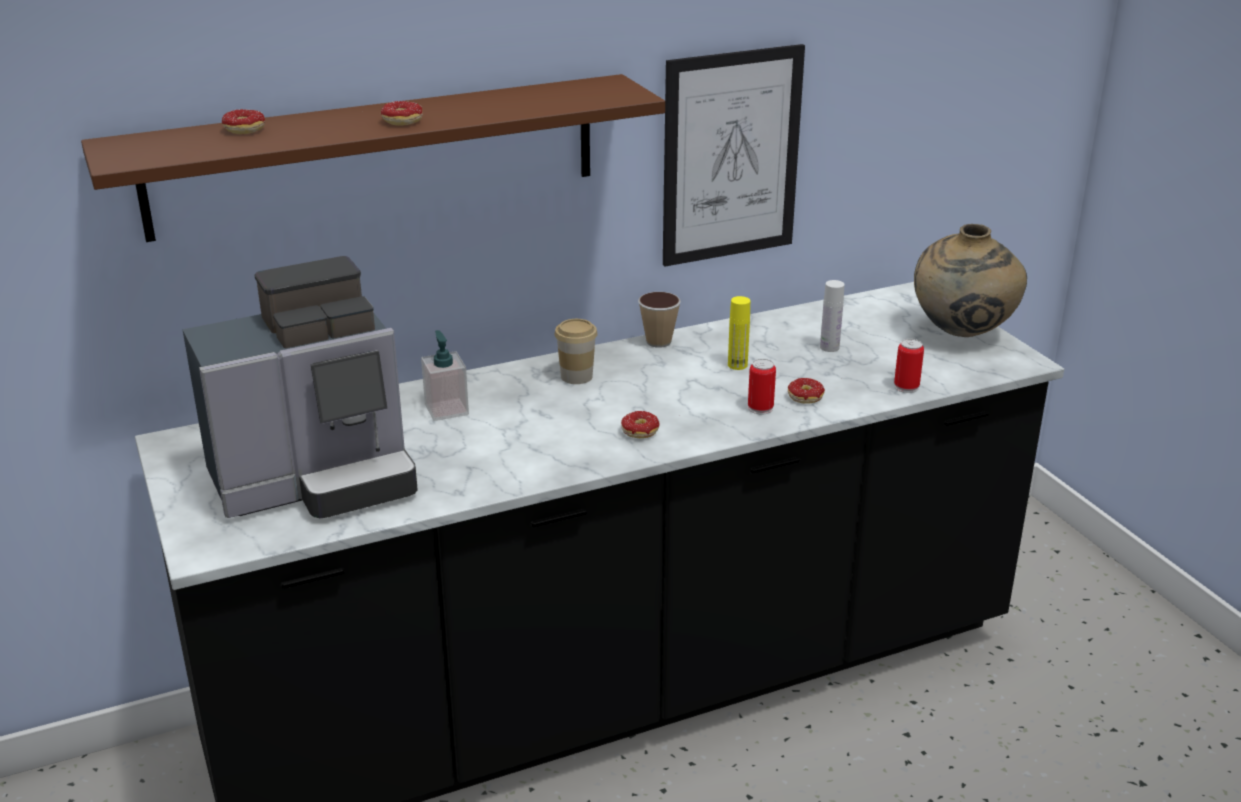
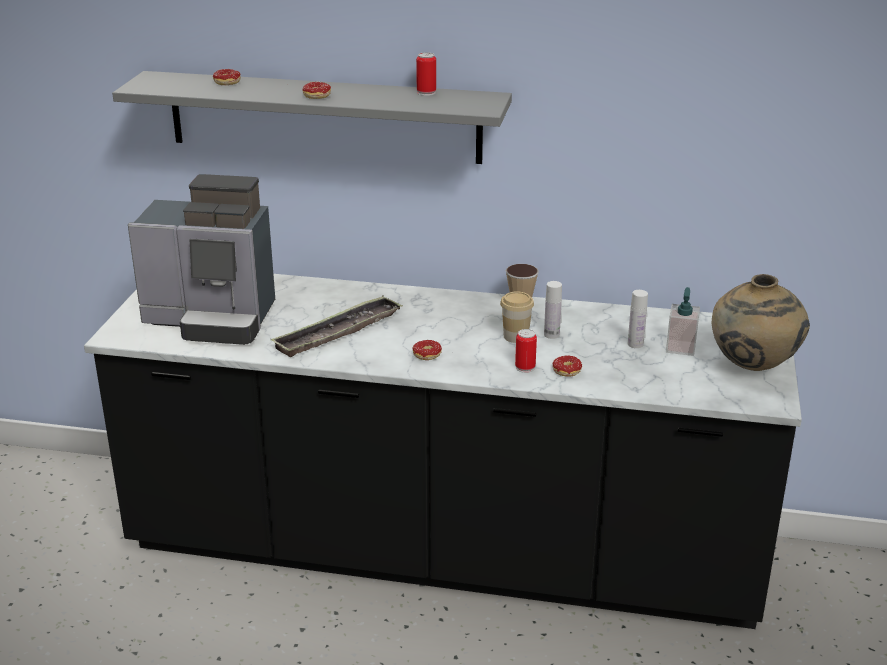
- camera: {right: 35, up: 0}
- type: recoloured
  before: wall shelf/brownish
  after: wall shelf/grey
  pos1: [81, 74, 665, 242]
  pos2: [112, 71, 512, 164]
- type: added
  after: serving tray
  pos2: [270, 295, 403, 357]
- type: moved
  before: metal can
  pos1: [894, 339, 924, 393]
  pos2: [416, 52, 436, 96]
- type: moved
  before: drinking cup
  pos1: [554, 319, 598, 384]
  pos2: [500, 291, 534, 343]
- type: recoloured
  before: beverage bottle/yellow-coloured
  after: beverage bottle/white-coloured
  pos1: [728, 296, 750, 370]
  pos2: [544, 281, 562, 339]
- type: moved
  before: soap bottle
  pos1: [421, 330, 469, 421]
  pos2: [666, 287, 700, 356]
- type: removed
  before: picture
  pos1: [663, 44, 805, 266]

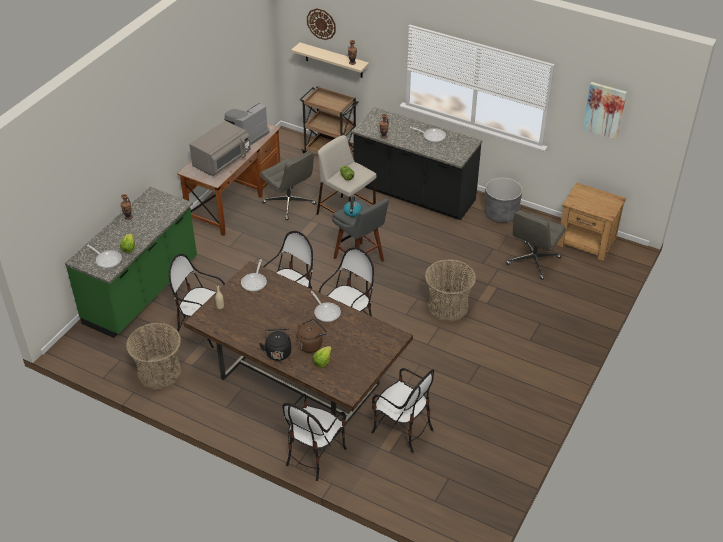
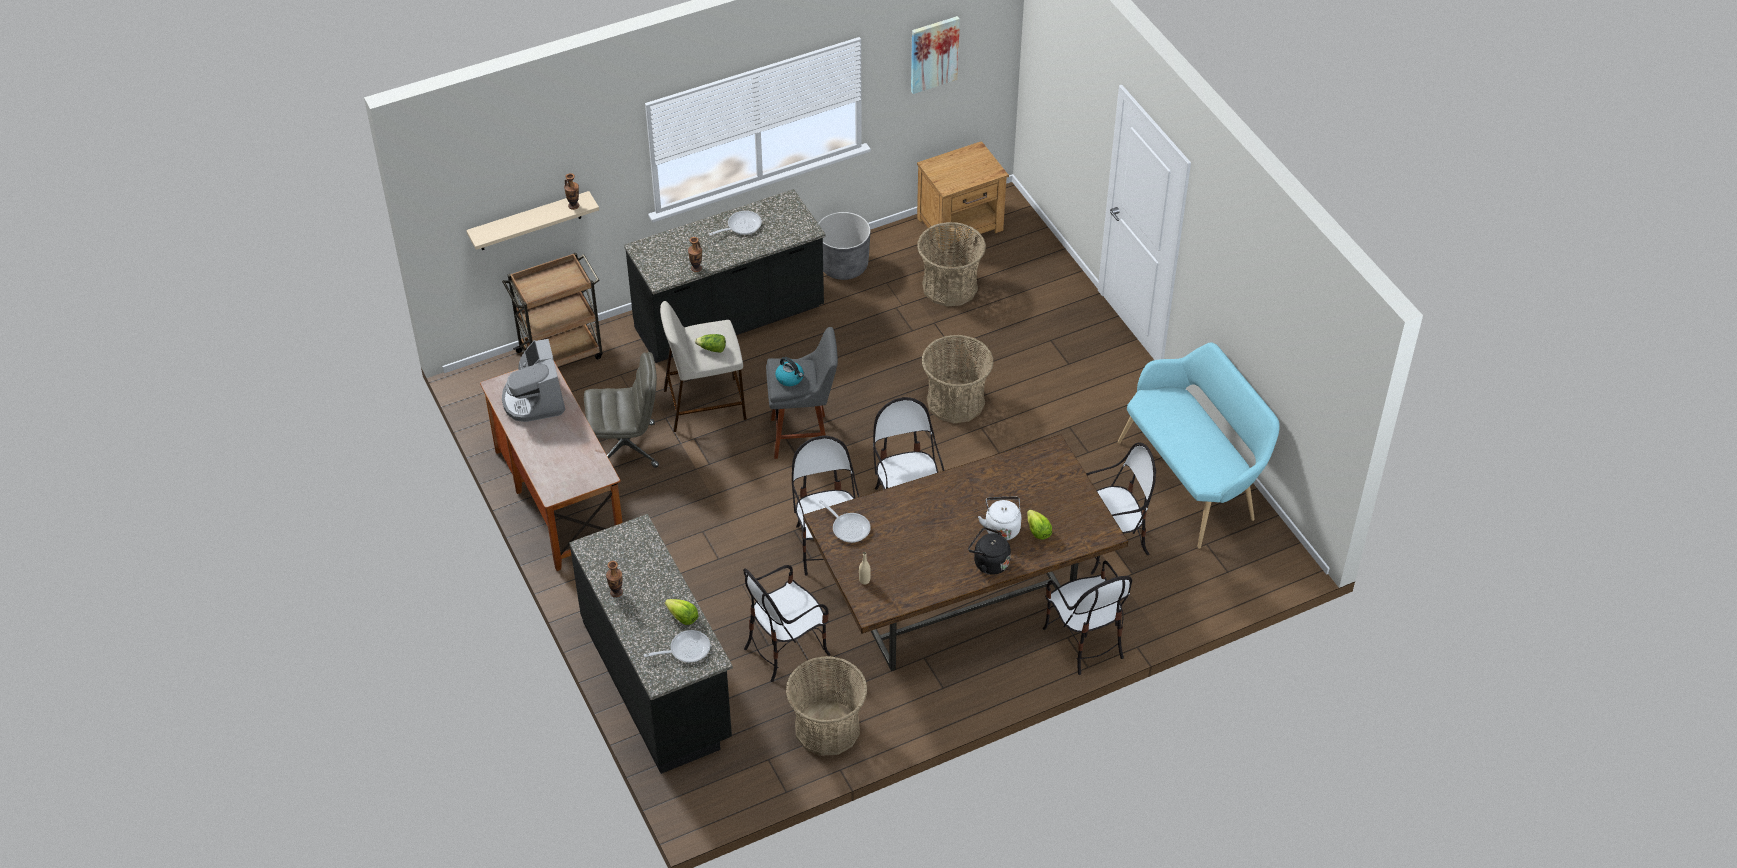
- camera: {right: -55, up: 5}
- type: recoloured
  before: kitchen counter/green
  after: kitchen counter/black-coloured
  pos1: [65, 187, 197, 338]
  pos2: [569, 514, 733, 774]
- type: replaced
  before: office chair/grey
  after: basket
  pos1: [506, 210, 566, 280]
  pos2: [917, 222, 986, 307]
- type: recoloured
  before: tea kettle/brownish
  after: tea kettle/white-coloured
  pos1: [297, 319, 327, 353]
  pos2: [978, 497, 1021, 540]
- type: added
  after: long seat/turquoise-coloured
  pos2: [1118, 342, 1280, 549]
- type: removed
  before: kitchen microwave/grey
  pos1: [189, 121, 251, 176]
- type: removed
  before: wall clock
  pos1: [307, 8, 336, 40]
- type: removed
  before: skillet
  pos1: [311, 291, 341, 322]

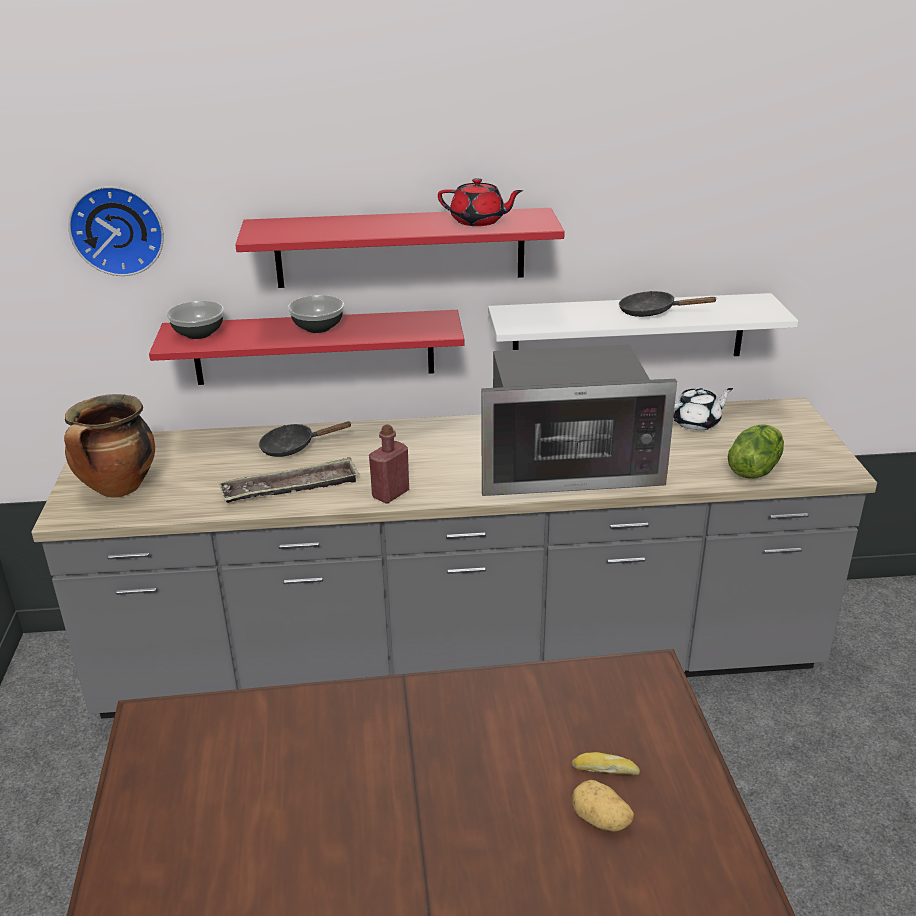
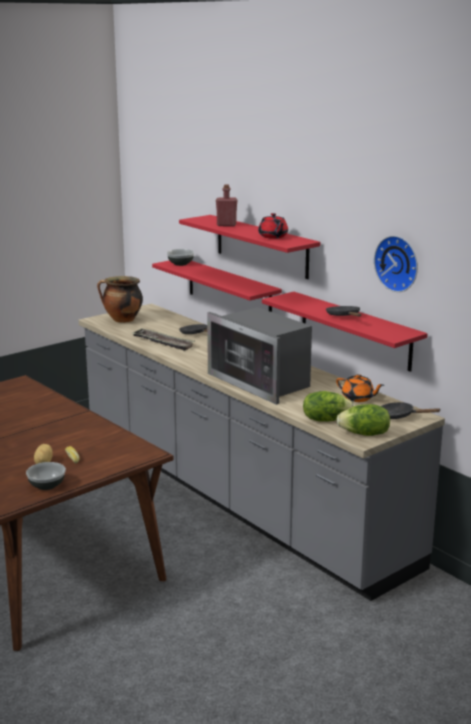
- camera: {right: 55, up: -10}
- type: moved
  before: bowl
  pos1: [288, 295, 344, 333]
  pos2: [26, 462, 66, 490]
- type: moved
  before: beverage bottle/red
  pos1: [369, 424, 409, 504]
  pos2: [216, 184, 237, 227]
- type: recoloured
  before: wall shelf/white-coloured
  after: wall shelf/red
  pos1: [488, 293, 798, 356]
  pos2: [262, 292, 428, 372]
- type: recoloured
  before: teapot/white-coloured
  after: teapot/orange-coloured
  pos1: [673, 388, 733, 431]
  pos2: [336, 374, 384, 402]
- type: added
  after: lettuce head
  pos2: [336, 404, 390, 436]
- type: moved
  before: wall clock
  pos1: [68, 186, 164, 276]
  pos2: [374, 236, 418, 292]
- type: added
  after: skillet/black-coloured
  pos2: [381, 402, 441, 419]

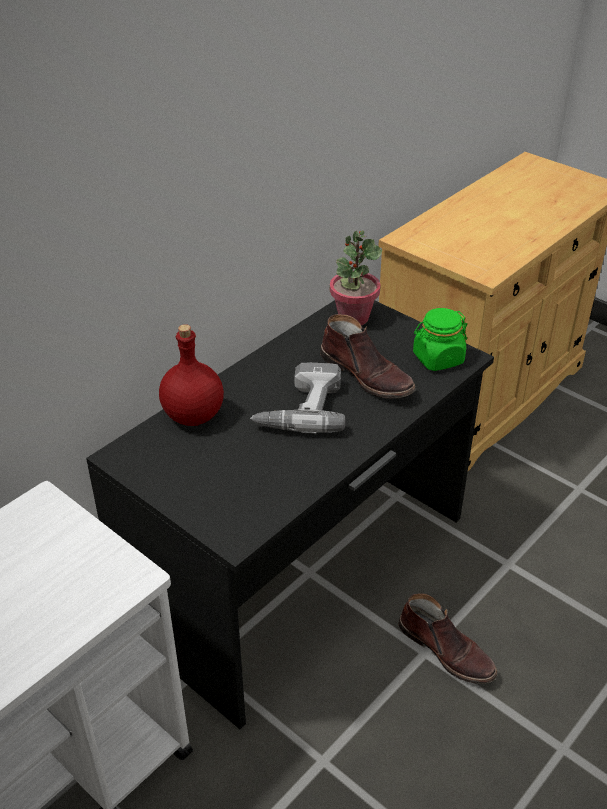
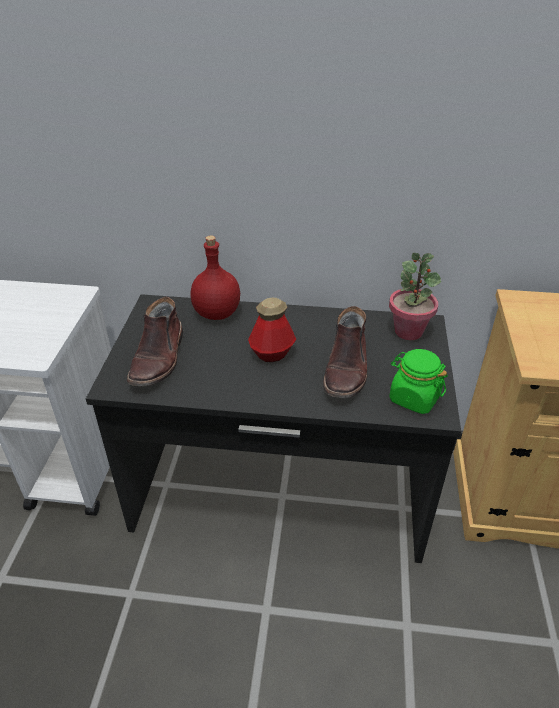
- camera: {right: 55, up: 0}
- type: moved
  before: boot/brownish
  pos1: [398, 593, 498, 684]
  pos2: [127, 297, 183, 387]
- type: replaced
  before: power drill
  after: beverage bottle
  pos1: [250, 363, 346, 434]
  pos2: [248, 298, 297, 362]

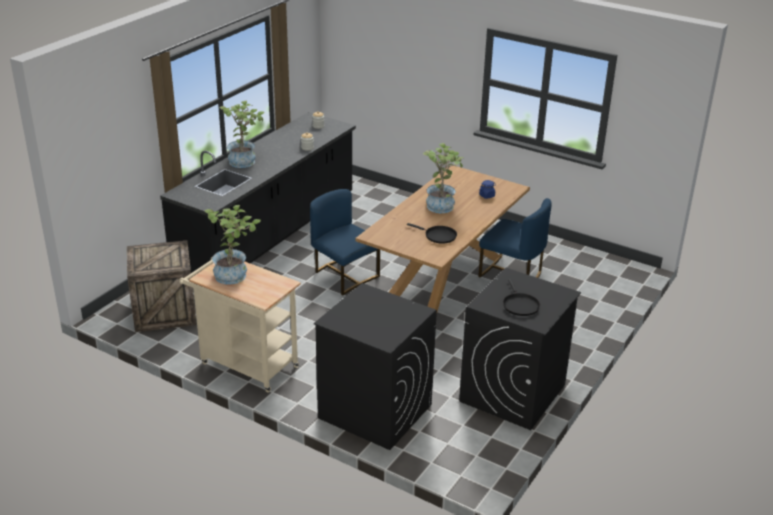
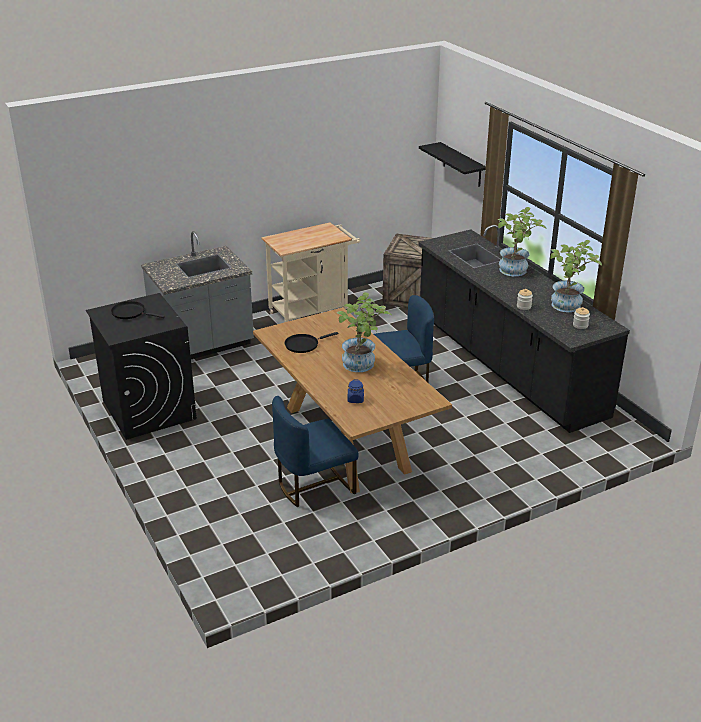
- camera: {right: 120, up: 0}
- type: replaced
  before: laundry machine/black-coloured
  after: kitchen counter/grey
  pos1: [314, 283, 437, 450]
  pos2: [141, 231, 254, 359]
- type: added
  after: wall shelf/black-coloured
  pos2: [419, 142, 486, 187]
- type: moved
  before: houseplant
  pos1: [205, 205, 261, 285]
  pos2: [550, 240, 602, 312]

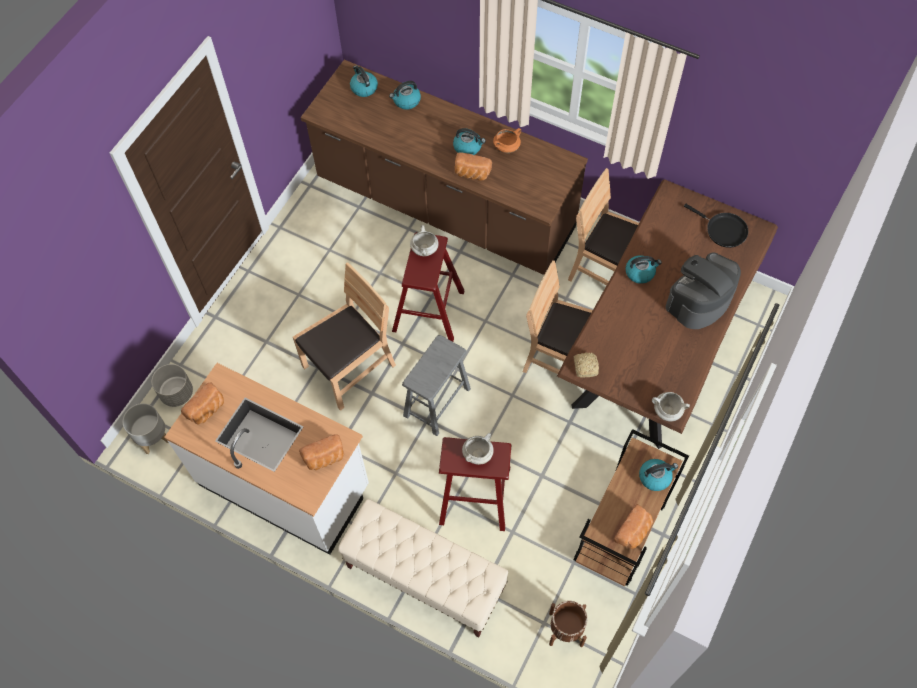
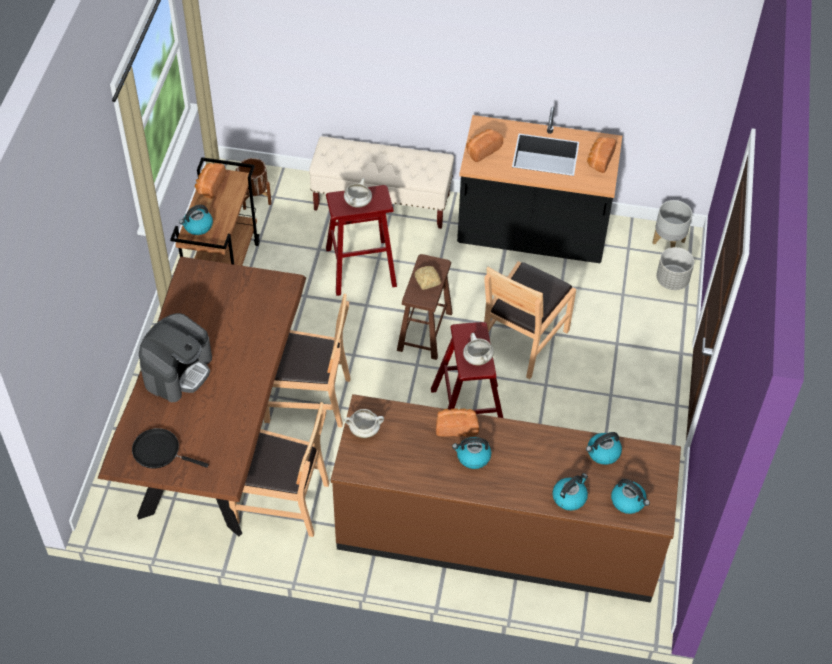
- camera: {right: 160, up: -10}
- type: moved
  before: saucepot/white-coloured
  pos1: [652, 392, 690, 421]
  pos2: [345, 409, 384, 438]
- type: recoloured
  before: sitting stool/grey
  after: sitting stool/brownish
  pos1: [402, 335, 471, 436]
  pos2: [397, 254, 453, 360]
- type: moved
  before: baked bread
  pos1: [574, 352, 599, 378]
  pos2: [414, 266, 441, 290]
- type: recoloured
  before: kitchen counter/white-coloured
  after: kitchen counter/black-coloured
  pos1: [164, 363, 369, 555]
  pos2: [457, 107, 622, 263]
- type: moved
  before: tea kettle
  pos1: [625, 255, 662, 284]
  pos2: [586, 432, 622, 465]
- type: removed
  before: saucepot/orange-coloured
  pos1: [493, 128, 521, 153]

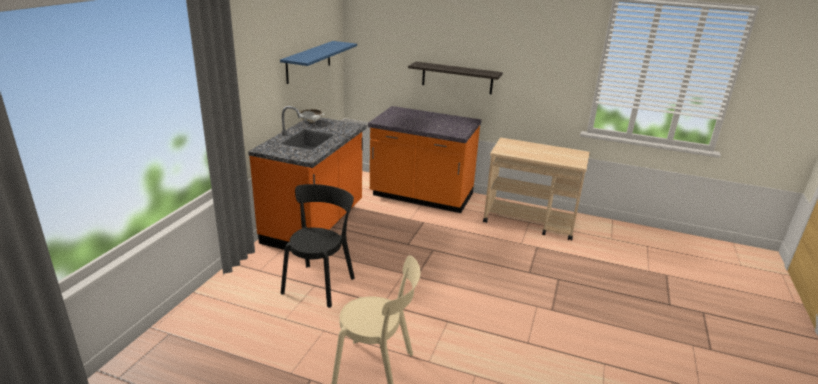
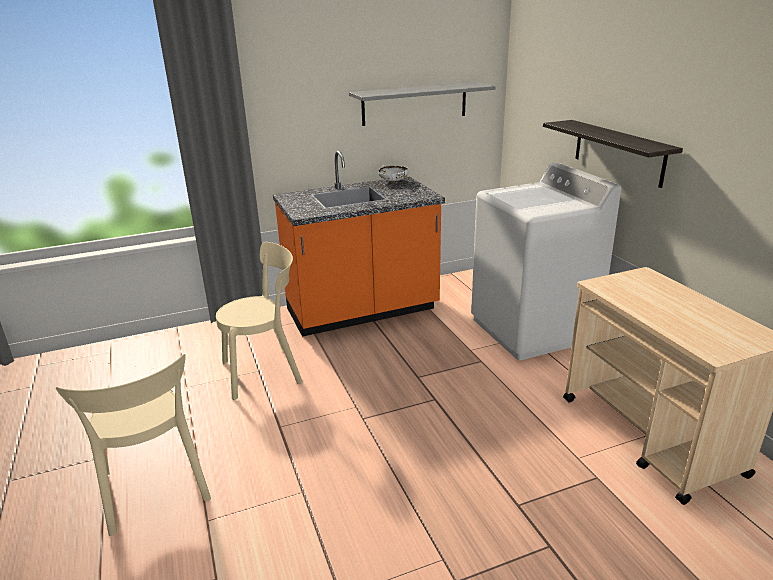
- camera: {right: 50, up: 0}
- type: recoloured
  before: upright chair/black-coloured
  after: upright chair/beige
  pos1: [281, 184, 355, 308]
  pos2: [216, 242, 303, 400]
- type: recoloured
  before: wall shelf/bluish
  after: wall shelf/grey
  pos1: [280, 41, 357, 84]
  pos2: [349, 82, 495, 126]
- type: replaced
  before: kitchen counter/orange-coloured
  after: laundry machine/white-coloured
  pos1: [368, 106, 481, 213]
  pos2: [471, 162, 621, 361]

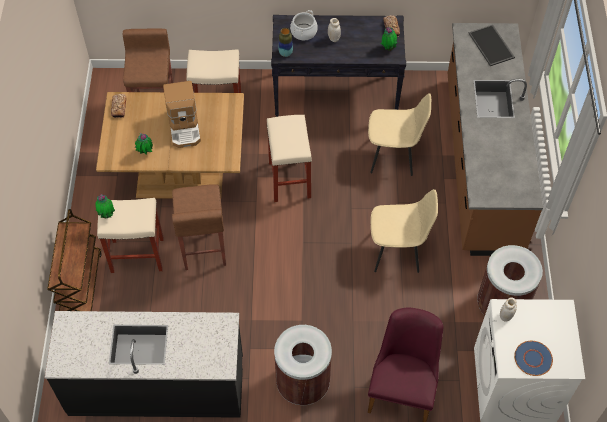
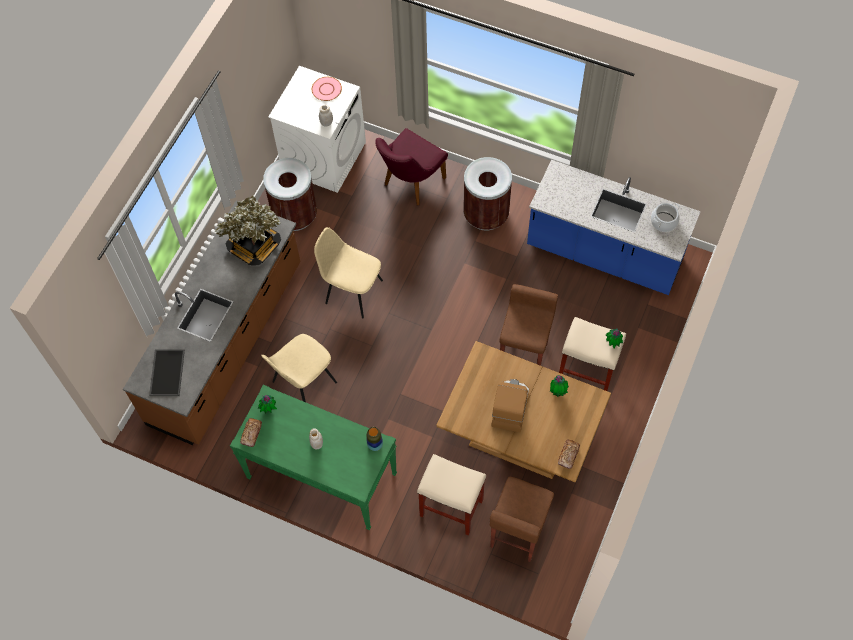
- camera: {right: -155, up: 5}
- type: added
  after: houseplant
  pos2: [215, 196, 281, 266]
- type: recoloured
  before: console table/black-coloured
  after: console table/green
  pos1: [271, 15, 406, 117]
  pos2: [230, 385, 397, 531]
- type: turned
  before: upright chair/beige
  pos1: [368, 93, 431, 176]
  pos2: [261, 334, 337, 402]
  turn: -75
- type: recoloured
  before: plate/bluish
  after: plate/pinkish
  pos1: [514, 341, 553, 376]
  pos2: [312, 77, 342, 101]
- type: recoloured
  before: kitchen counter/black-coloured
  after: kitchen counter/bluish
  pos1: [45, 311, 243, 418]
  pos2: [527, 160, 701, 295]
- type: moved
  before: saucepot
  pos1: [290, 10, 318, 40]
  pos2: [651, 203, 680, 232]
- type: removed
  before: cart/brownish
  pos1: [47, 209, 102, 311]
- type: removed
  before: sitting stool/beige
  pos1: [266, 115, 312, 202]

